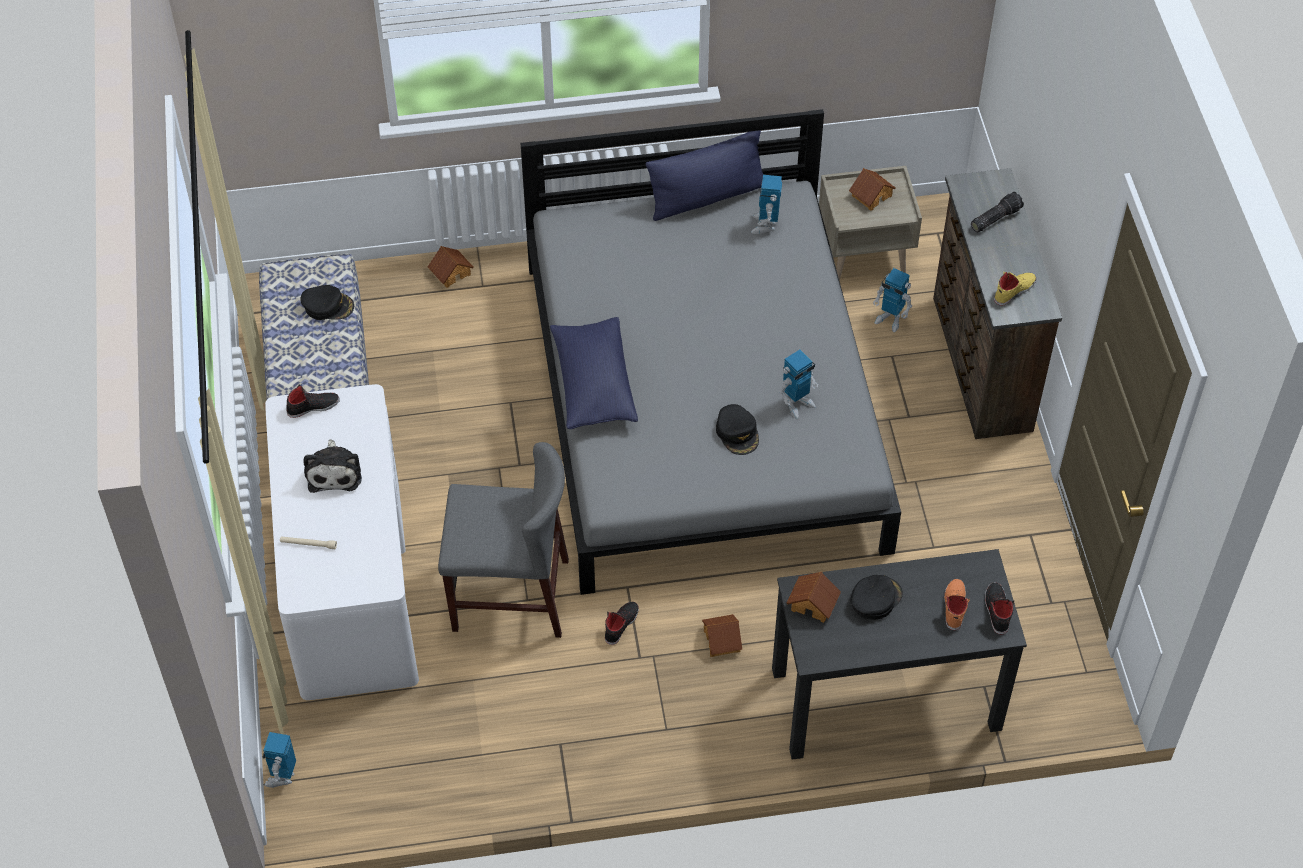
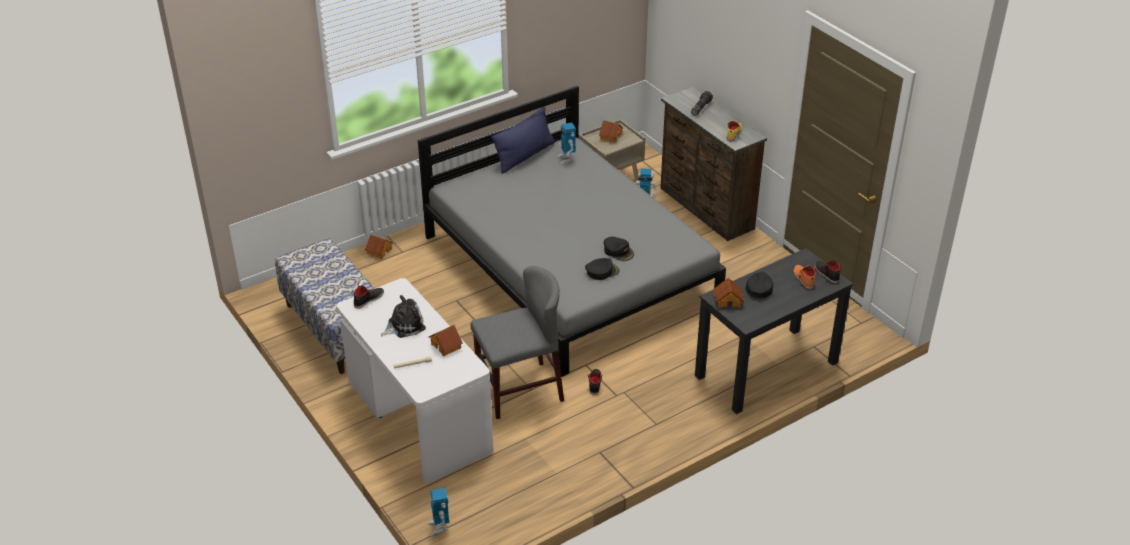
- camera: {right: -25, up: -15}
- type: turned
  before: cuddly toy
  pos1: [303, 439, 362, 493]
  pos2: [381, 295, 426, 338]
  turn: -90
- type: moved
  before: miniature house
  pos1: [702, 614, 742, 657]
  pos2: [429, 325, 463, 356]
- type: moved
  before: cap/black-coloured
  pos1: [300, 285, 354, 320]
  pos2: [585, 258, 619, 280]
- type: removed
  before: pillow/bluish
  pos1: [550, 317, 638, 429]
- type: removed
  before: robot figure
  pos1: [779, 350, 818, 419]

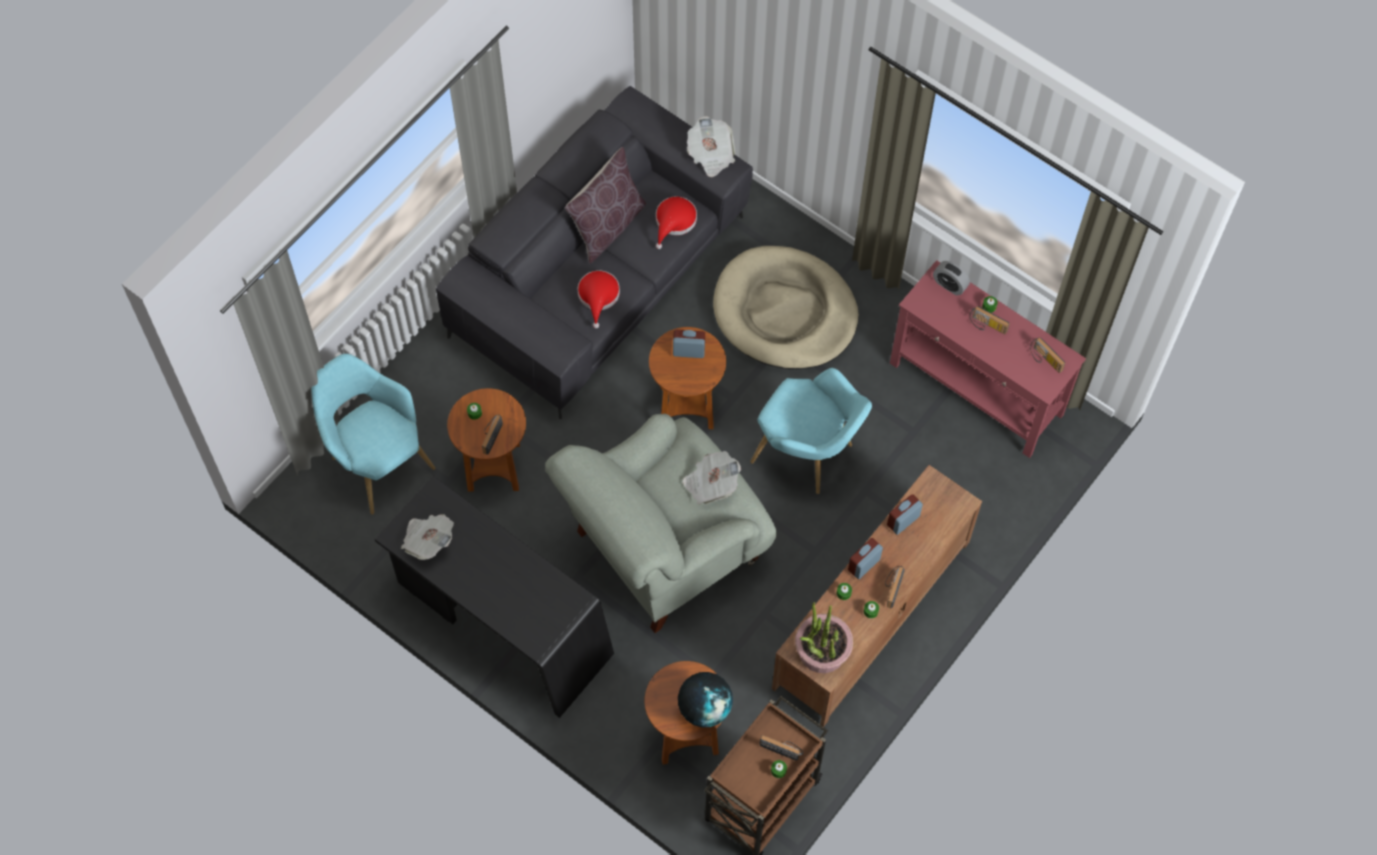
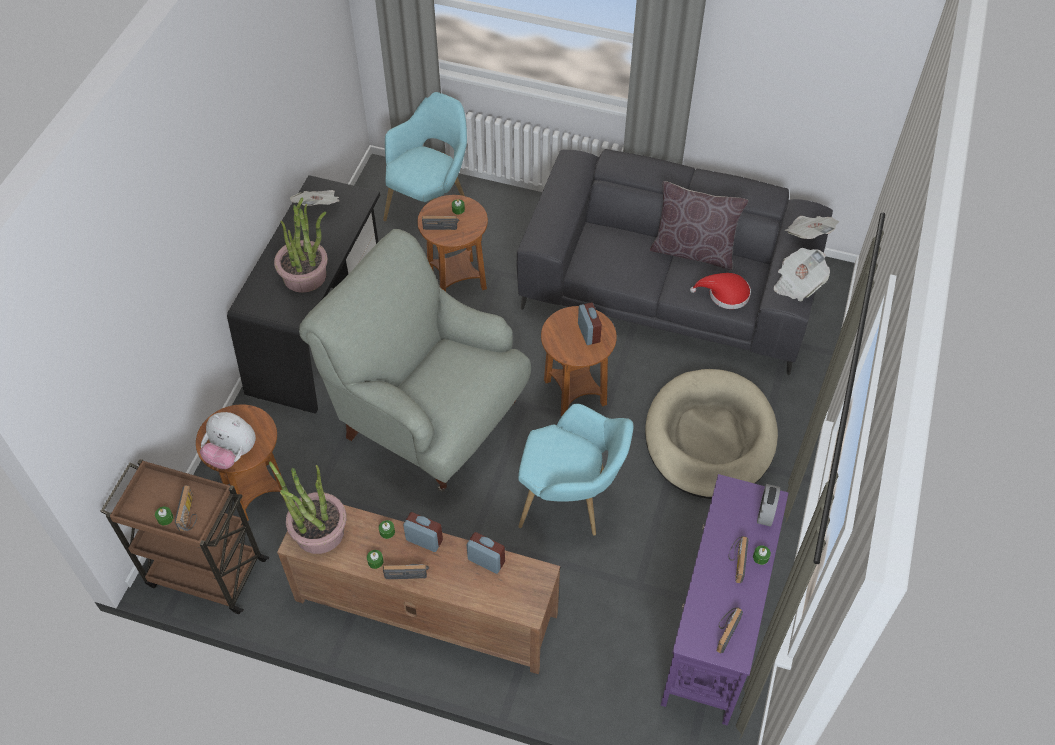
- camera: {right: 70, up: -10}
- type: replaced
  before: globe
  after: cuddly toy
  pos1: [678, 672, 733, 727]
  pos2: [200, 412, 256, 469]
- type: added
  after: houseplant
  pos2: [274, 197, 328, 293]
- type: turned
  before: lounge chair/turquoise-coloured
  pos1: [750, 368, 872, 494]
  pos2: [518, 404, 633, 536]
  turn: -90
- type: recoloured
  before: console table/red
  after: console table/purple
  pos1: [890, 260, 1086, 458]
  pos2: [661, 474, 788, 725]
- type: moved
  before: daily paper
  pos1: [683, 451, 741, 505]
  pos2: [785, 216, 839, 239]
- type: removed
  before: wearable hat/red
  pos1: [578, 270, 620, 328]

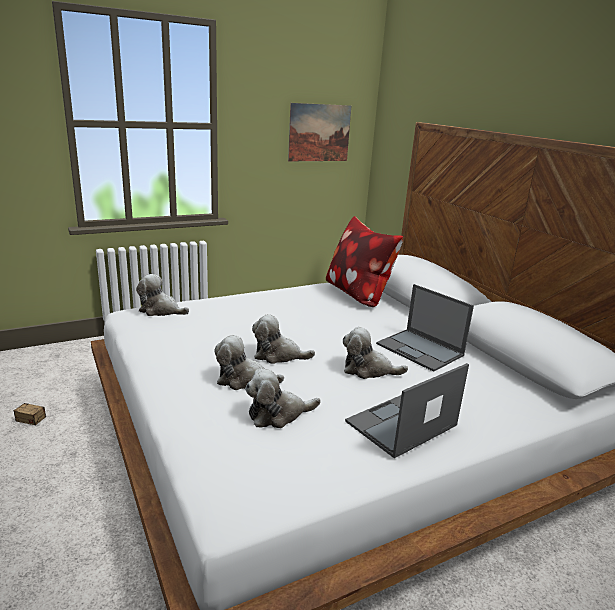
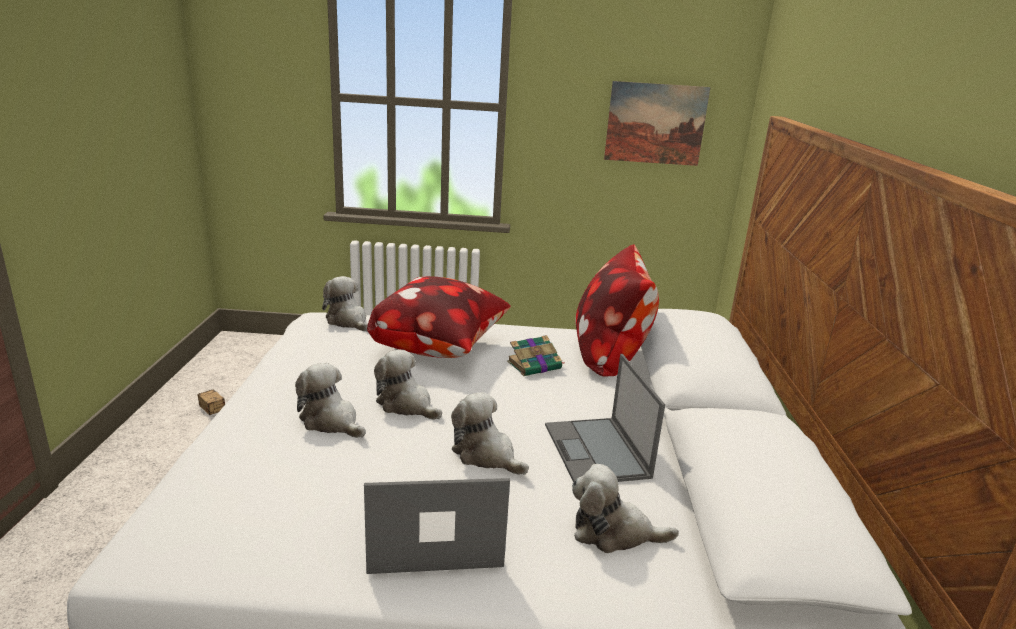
- camera: {right: 30, up: 0}
- type: added
  after: pillow
  pos2: [367, 276, 511, 358]
- type: added
  after: book
  pos2: [507, 335, 564, 376]
- type: moved
  before: cuddly toy
  pos1: [245, 368, 321, 428]
  pos2: [572, 464, 679, 553]

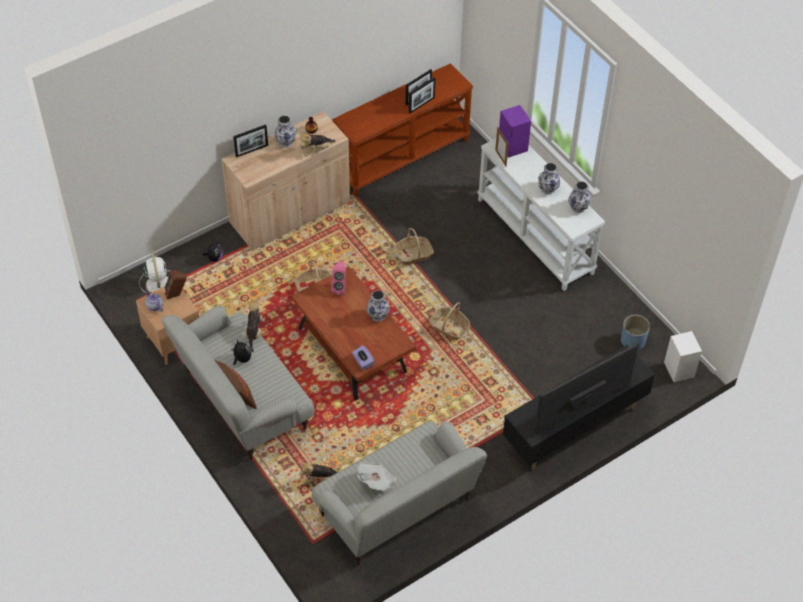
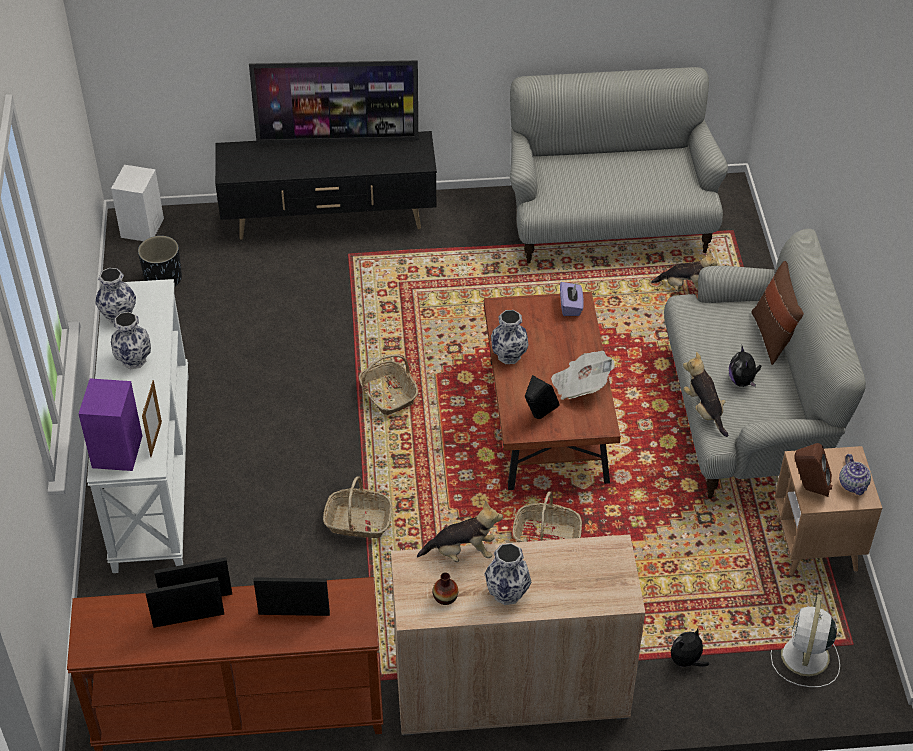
- camera: {right: -150, up: -5}
- type: recoloured
  before: plant pot/bluish
  after: plant pot/black-coloured
  pos1: [621, 315, 650, 350]
  pos2: [138, 236, 182, 287]
- type: moved
  before: photo frame
  pos1: [233, 124, 268, 157]
  pos2: [254, 577, 330, 616]
- type: recoloured
  before: audio speaker/pinkish
  after: audio speaker/black-coloured
  pos1: [331, 261, 346, 295]
  pos2: [525, 375, 560, 419]
- type: moved
  before: daily paper
  pos1: [357, 462, 397, 491]
  pos2: [551, 351, 615, 400]
- type: turned
  before: cuddly toy
  pos1: [245, 298, 265, 352]
  pos2: [683, 352, 728, 437]
  turn: 120

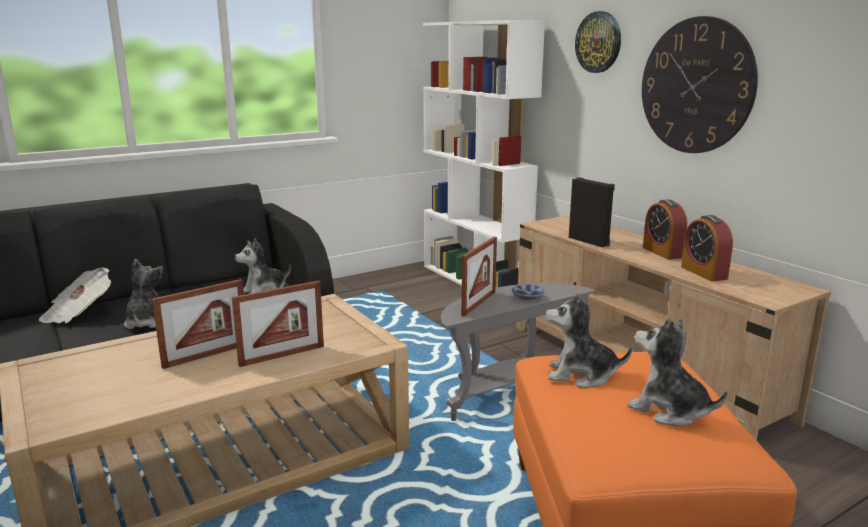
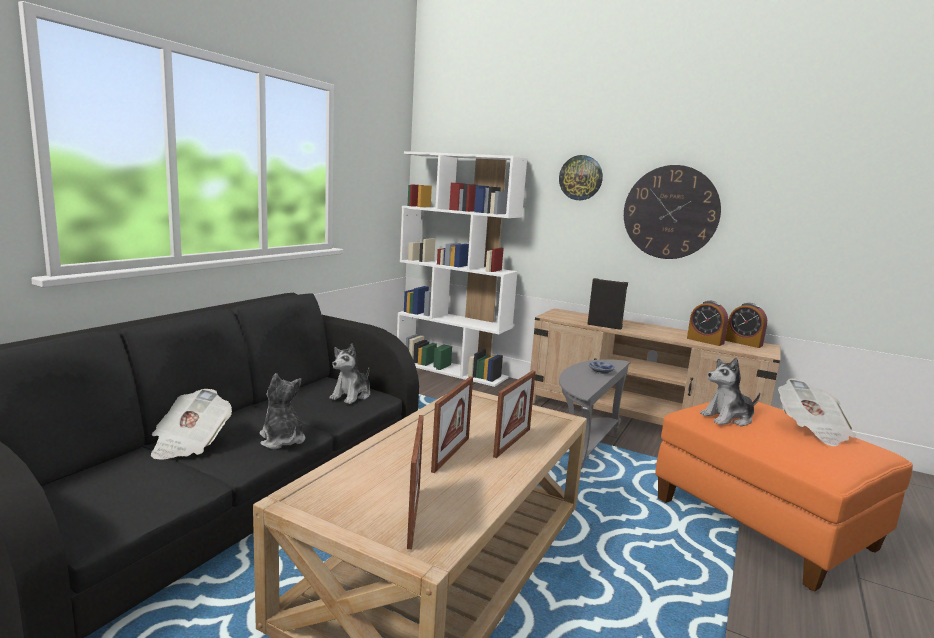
- camera: {right: -30, up: -5}
- type: moved
  before: photo frame
  pos1: [461, 237, 497, 317]
  pos2: [407, 415, 424, 549]
- type: moved
  before: bedside clock
  pos1: [643, 199, 687, 260]
  pos2: [725, 303, 767, 348]
- type: replaced
  before: cuddly toy
  after: daily paper
  pos1: [627, 317, 728, 426]
  pos2: [778, 378, 856, 446]

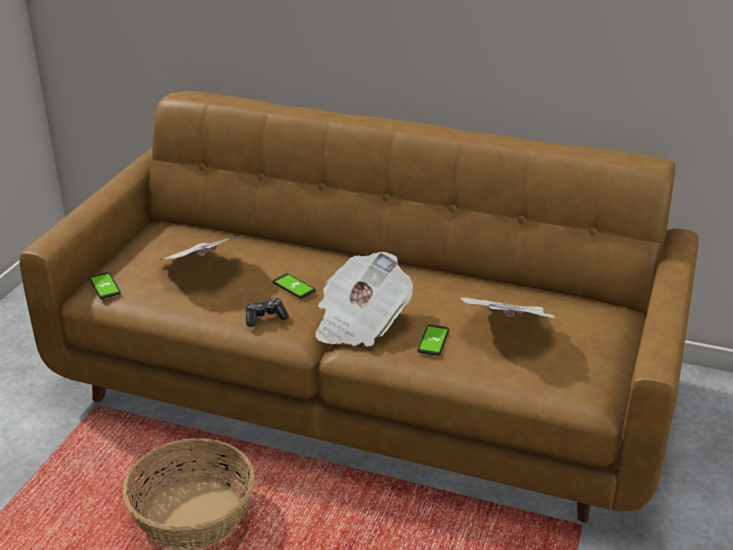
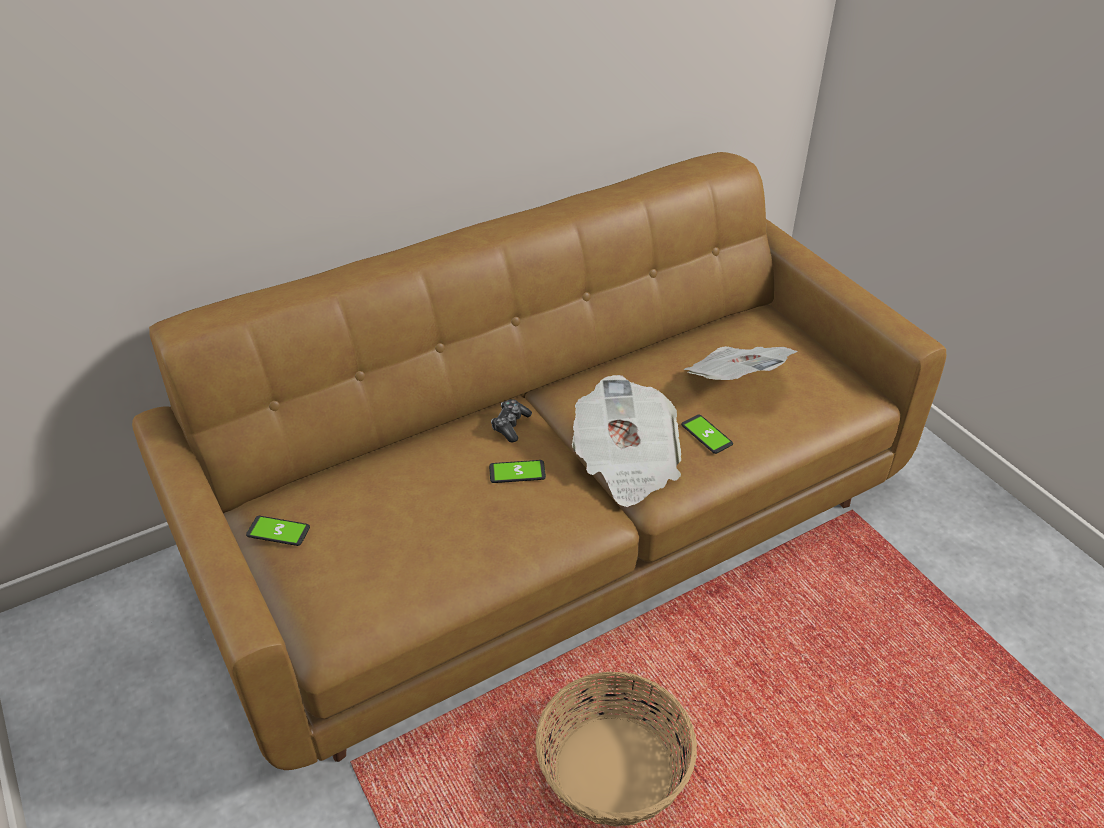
- camera: {right: -50, up: 10}
- type: moved
  before: phone
  pos1: [89, 272, 121, 299]
  pos2: [246, 516, 310, 546]
- type: moved
  before: game controller
  pos1: [246, 298, 289, 327]
  pos2: [491, 399, 532, 443]
- type: removed
  before: daily paper
  pos1: [159, 235, 243, 260]

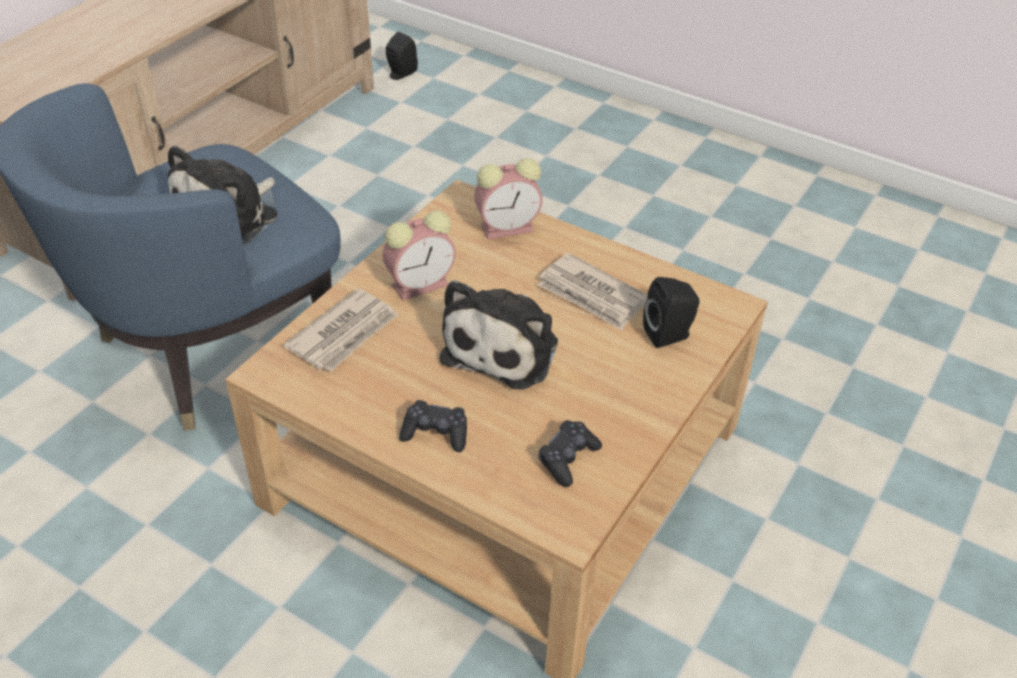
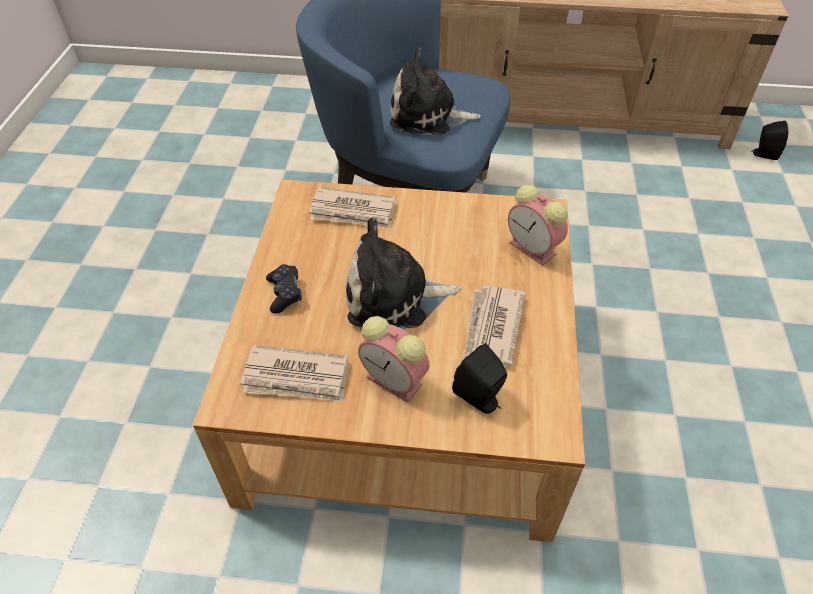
- camera: {right: 65, up: 5}
- type: replaced
  before: game controller/black-coloured
  after: daily paper
  pos1: [538, 420, 602, 487]
  pos2: [240, 345, 348, 402]
- type: moved
  before: bedside clock
  pos1: [383, 211, 456, 301]
  pos2: [358, 316, 429, 403]

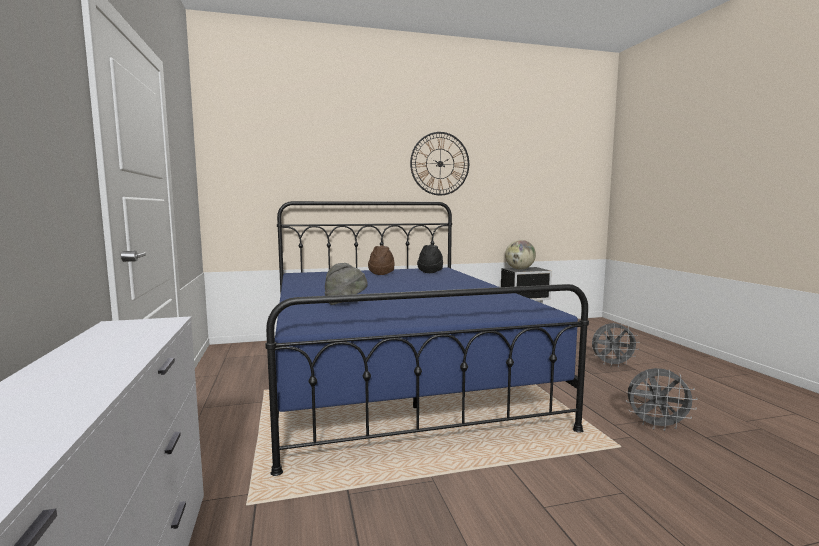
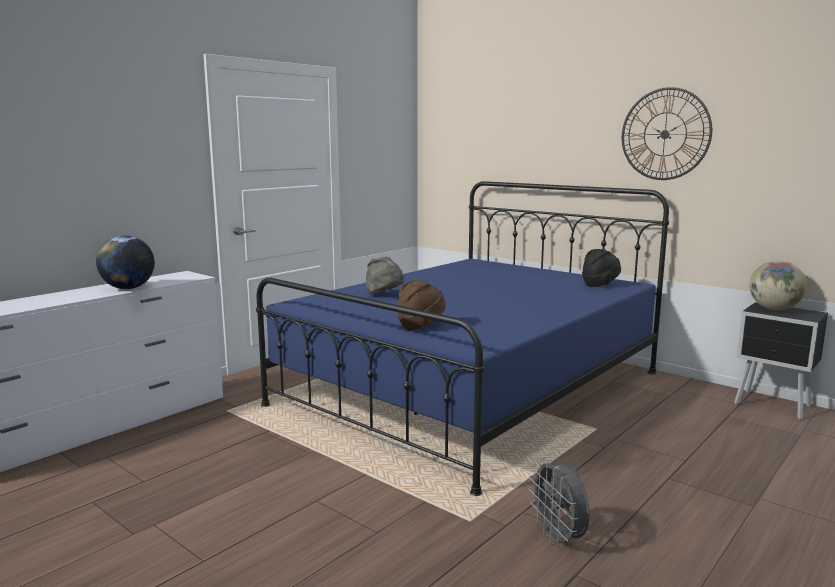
- camera: {right: 55, up: 5}
- type: added
  after: globe
  pos2: [96, 235, 155, 289]
- type: moved
  before: wearable hat/brownish
  pos1: [368, 245, 395, 275]
  pos2: [397, 280, 446, 330]
- type: removed
  before: cooling fan/grey
  pos1: [592, 323, 640, 367]

